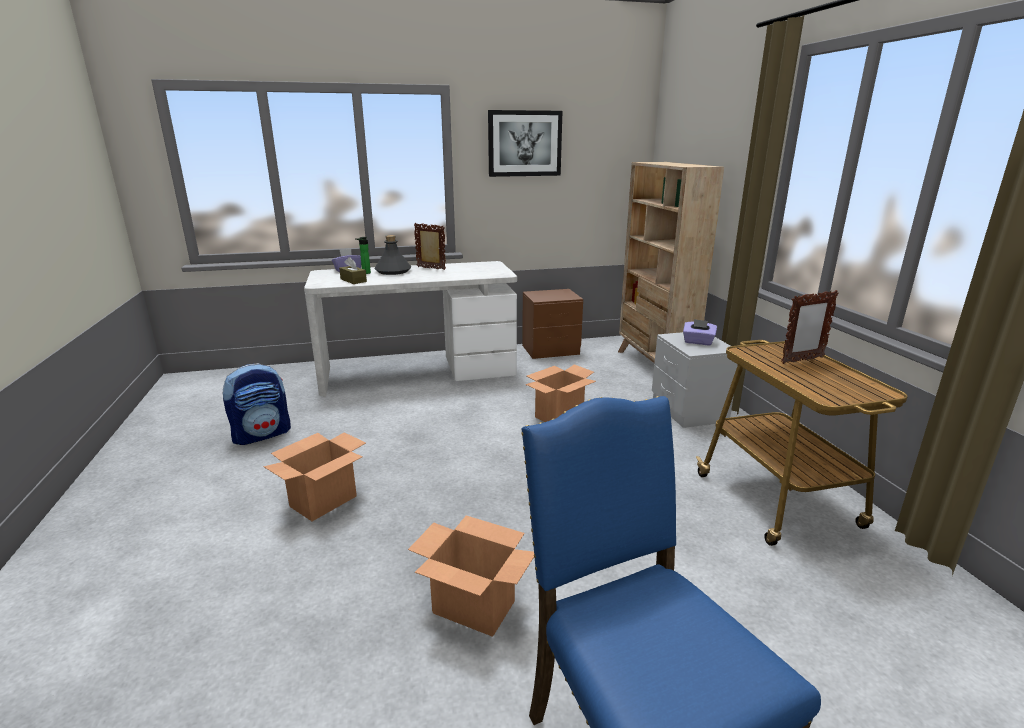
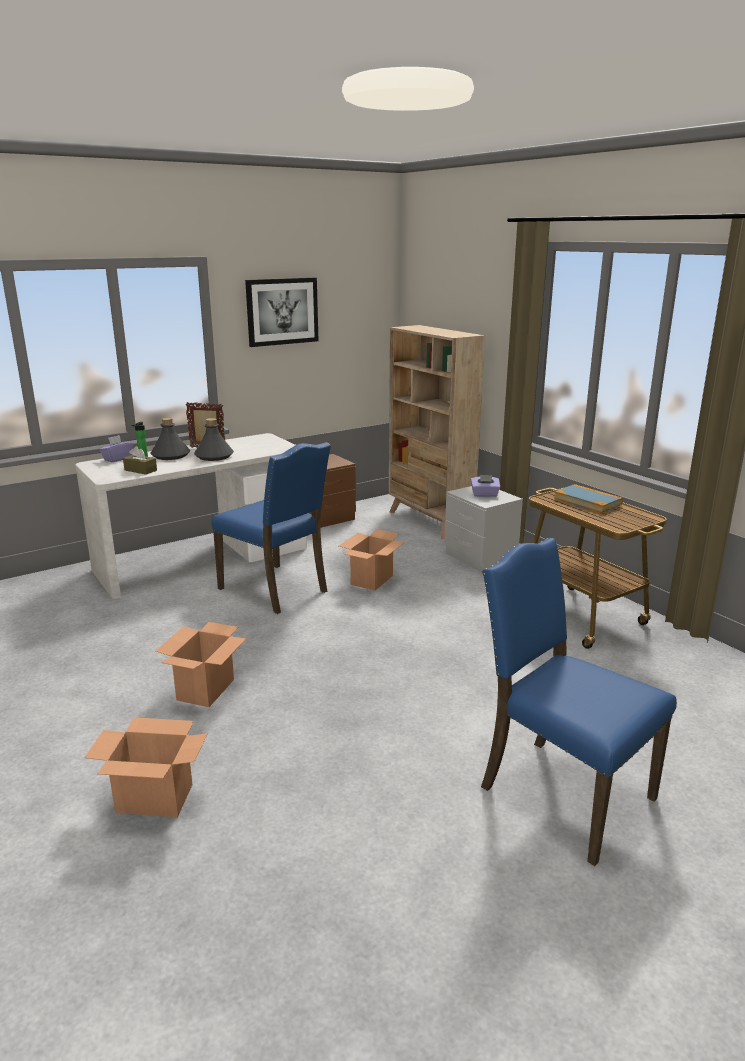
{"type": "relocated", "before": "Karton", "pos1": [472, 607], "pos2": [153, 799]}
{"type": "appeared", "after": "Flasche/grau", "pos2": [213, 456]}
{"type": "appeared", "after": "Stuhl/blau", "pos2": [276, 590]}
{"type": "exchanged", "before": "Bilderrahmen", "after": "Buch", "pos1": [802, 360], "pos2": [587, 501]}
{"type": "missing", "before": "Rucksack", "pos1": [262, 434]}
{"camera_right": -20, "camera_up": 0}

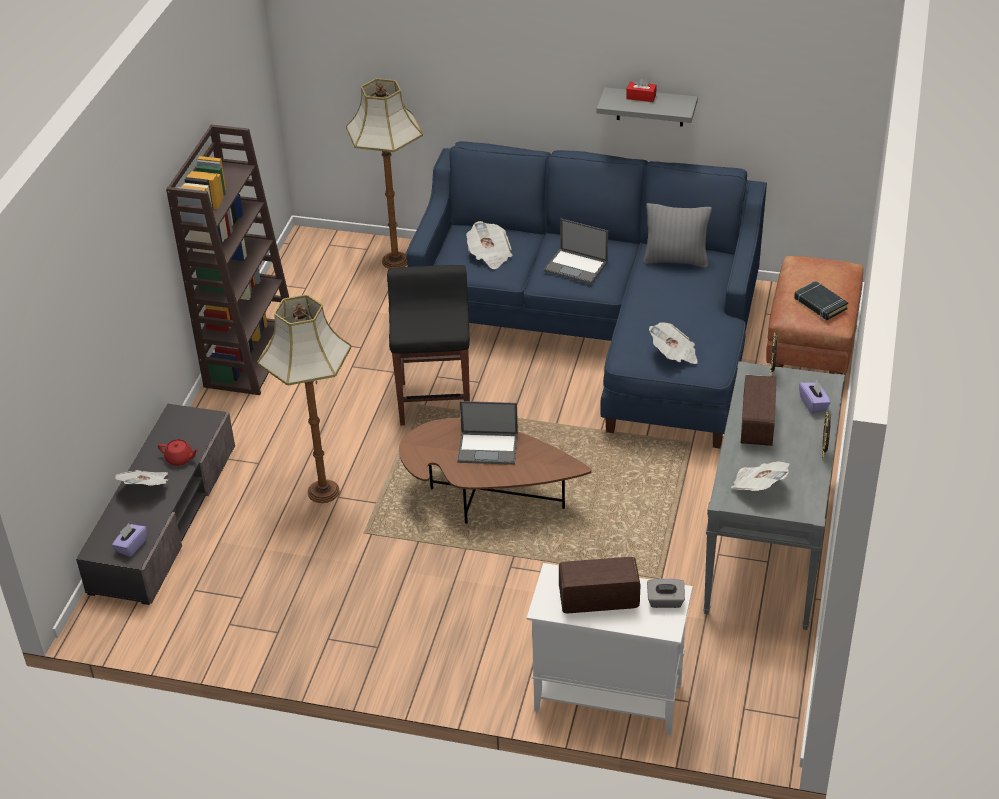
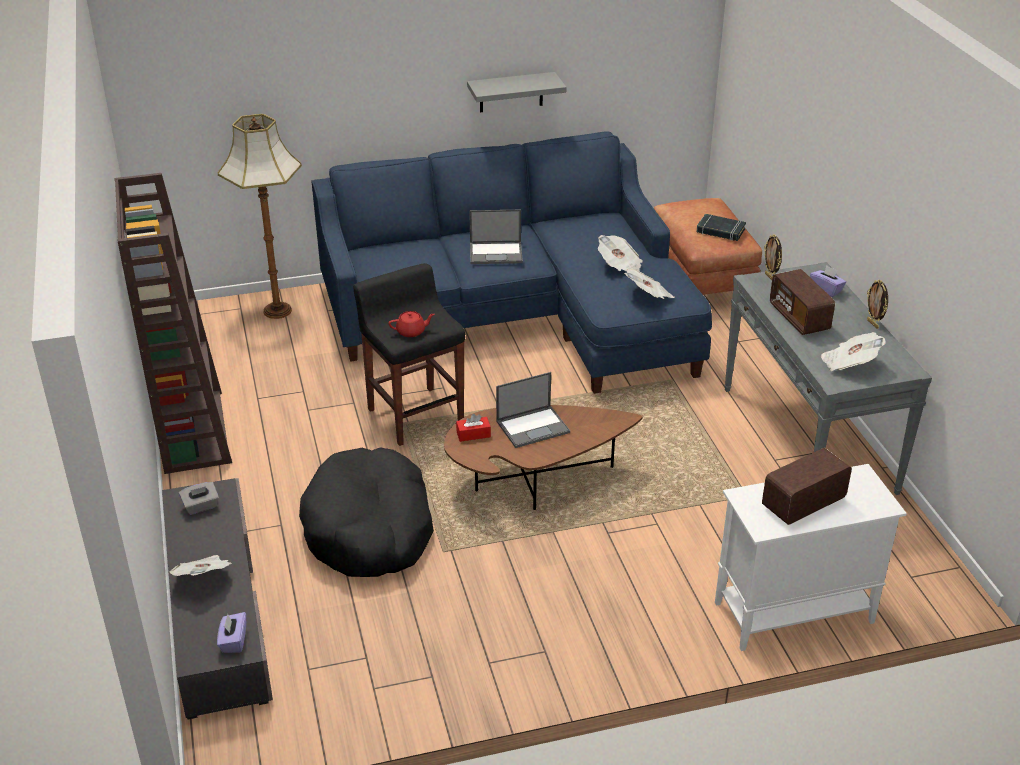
{"type": "relocated", "before": "Taschentuchbox/grau", "pos1": [665, 601], "pos2": [201, 506]}
{"type": "exchanged", "before": "Stehlampe", "after": "Hundebett/schwarz", "pos1": [322, 492], "pos2": [369, 529]}
{"type": "relocated", "before": "Teekanne/rot", "pos1": [180, 459], "pos2": [411, 332]}
{"type": "relocated", "before": "Taschentuchbox/rot", "pos1": [641, 97], "pos2": [473, 434]}
{"type": "relocated", "before": "Zeitung", "pos1": [489, 255], "pos2": [620, 266]}
{"type": "missing", "before": "Kissen/grau", "pos1": [676, 260]}
{"camera_right": -30, "camera_up": -5}

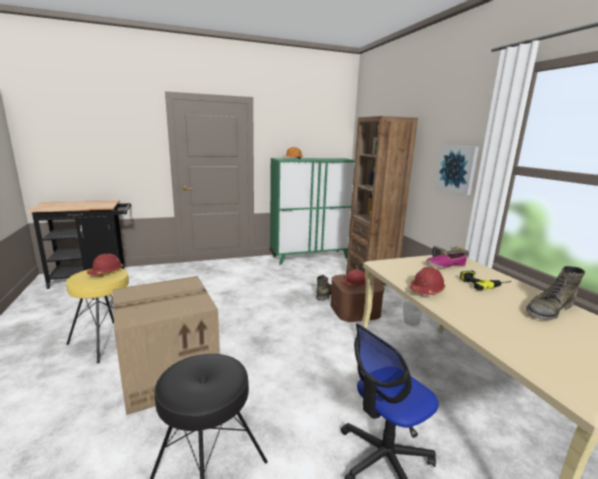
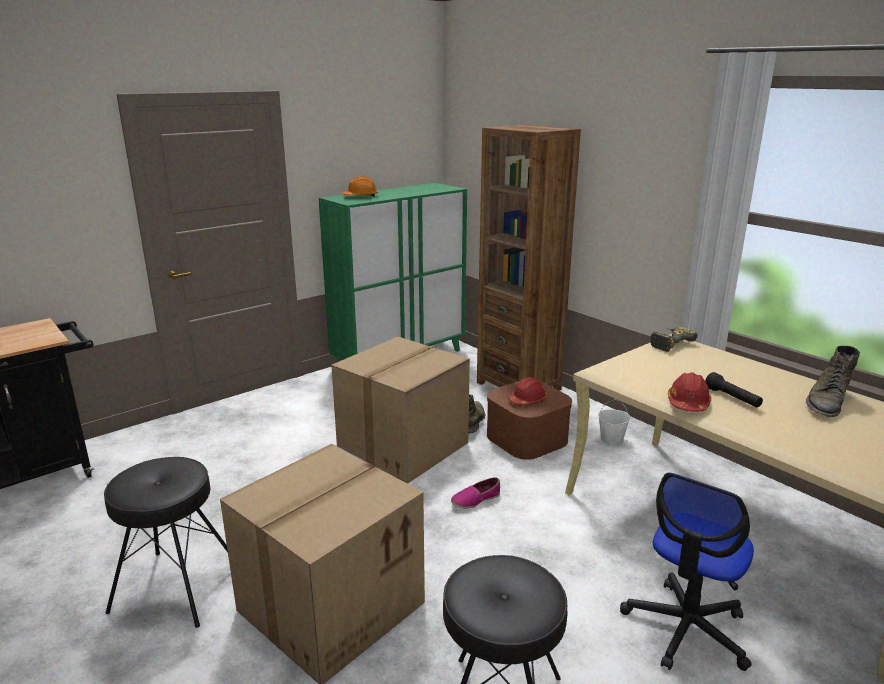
{"type": "colour", "before": "Hocker/gelb", "after": "Hocker/schwarz", "pos1": [107, 340], "pos2": [176, 586]}
{"type": "appeared", "after": "Karton", "pos2": [403, 447]}
{"type": "relocated", "before": "Schuh", "pos1": [445, 265], "pos2": [475, 500]}
{"type": "appeared", "after": "Taschenlampe/schwarz", "pos2": [732, 398]}
{"type": "missing", "before": "Schutzhelm/rot", "pos1": [106, 272]}
{"type": "missing", "before": "Bild", "pos1": [457, 168]}
{"type": "missing", "before": "Bohrmaschine", "pos1": [483, 283]}
{"camera_right": -20, "camera_up": 5}

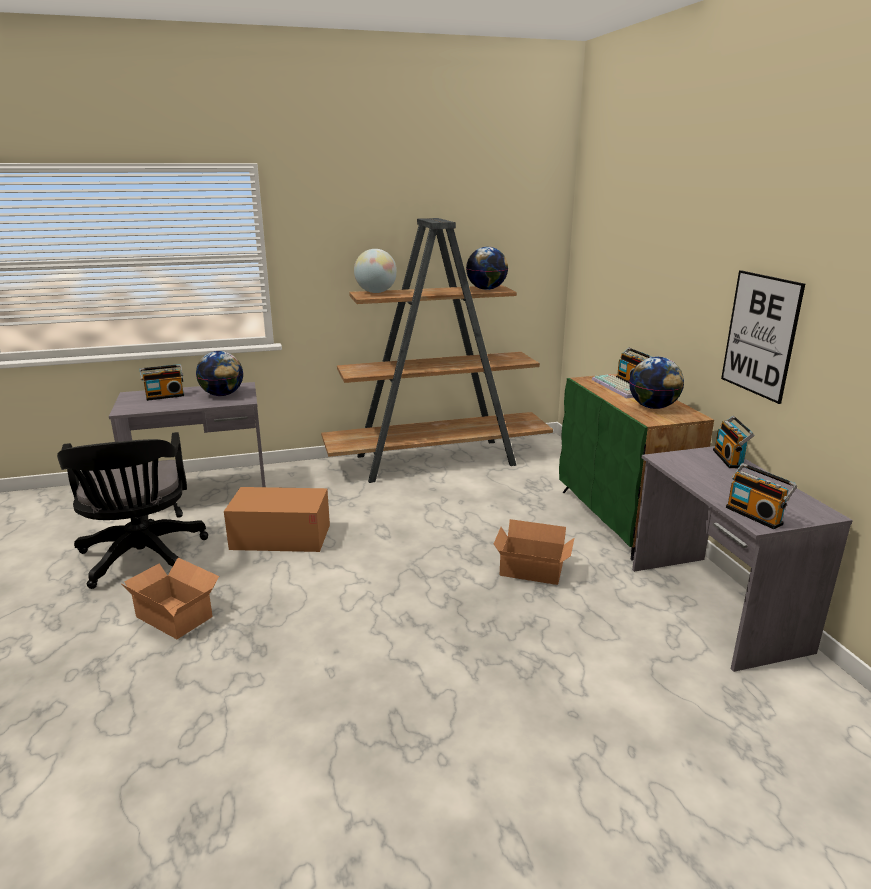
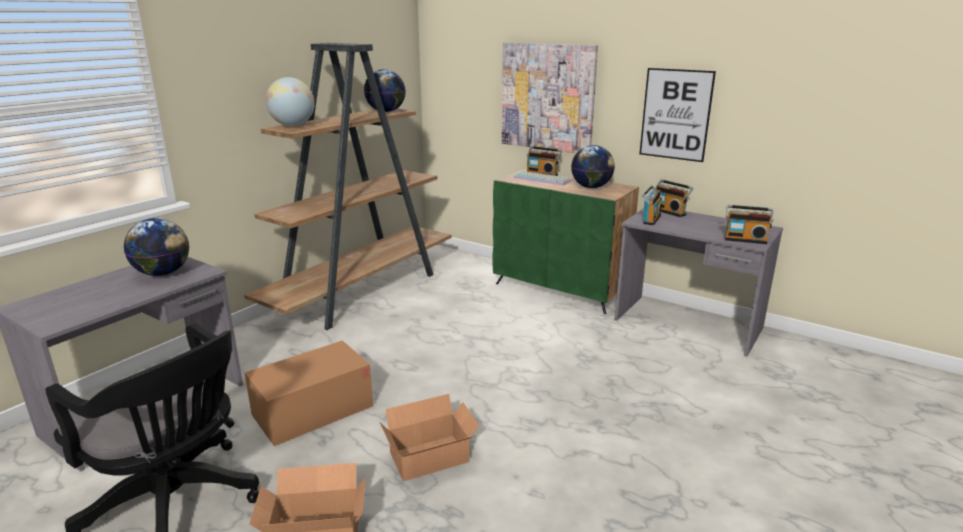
{"type": "relocated", "before": "Karton", "pos1": [532, 571], "pos2": [432, 458]}
{"type": "appeared", "after": "Bild", "pos2": [548, 97]}
{"type": "relocated", "before": "Radio", "pos1": [165, 396], "pos2": [650, 219]}
{"camera_right": -40, "camera_up": 0}

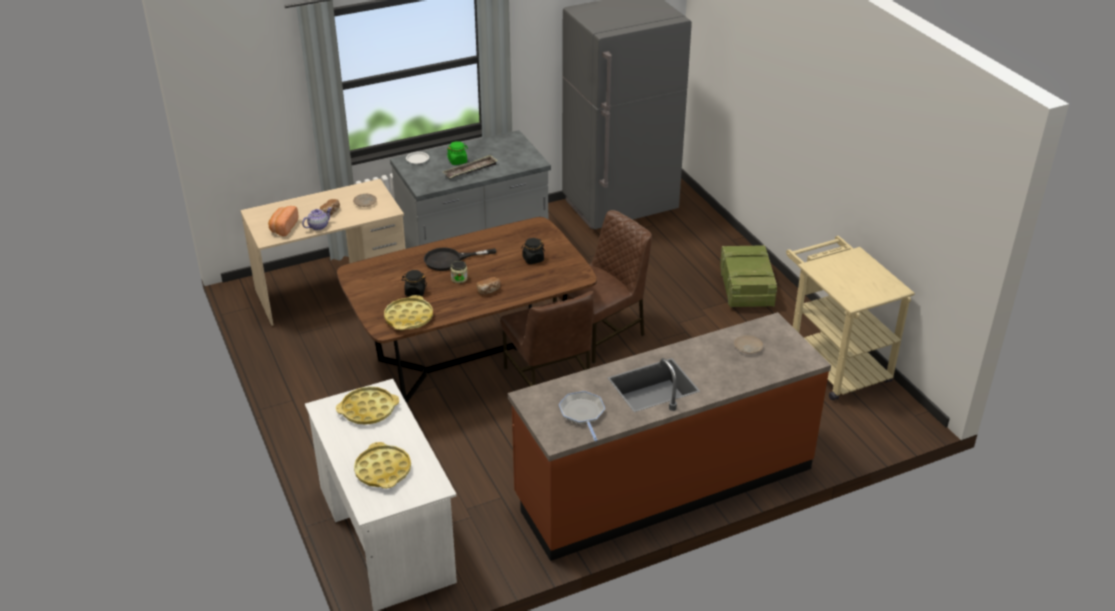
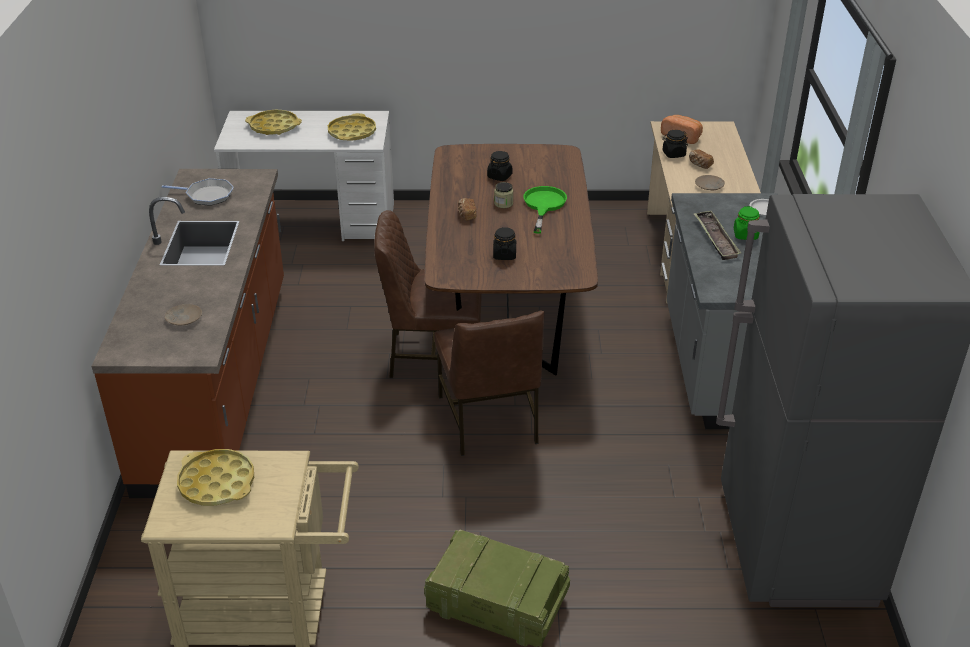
{"type": "relocated", "before": "Tablett/gelb", "pos1": [409, 317], "pos2": [217, 483]}
{"type": "colour", "before": "Pfanne/schwarz", "after": "Pfanne/grün", "pos1": [450, 260], "pos2": [543, 205]}
{"type": "exchanged", "before": "Teekanne", "after": "Vorratsglas/schwarz", "pos1": [318, 226], "pos2": [673, 154]}
{"camera_right": 115, "camera_up": 0}

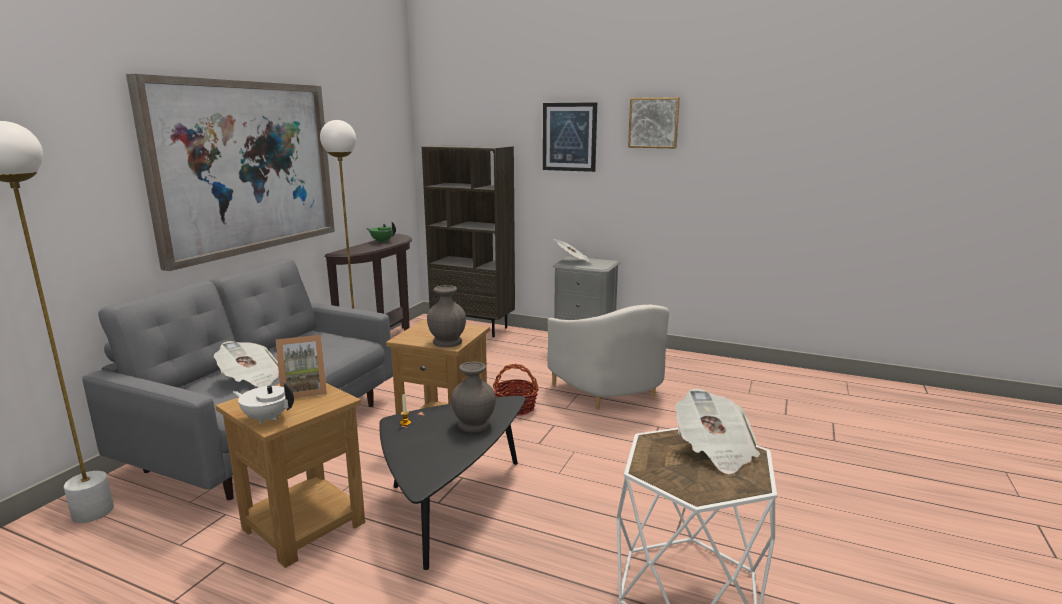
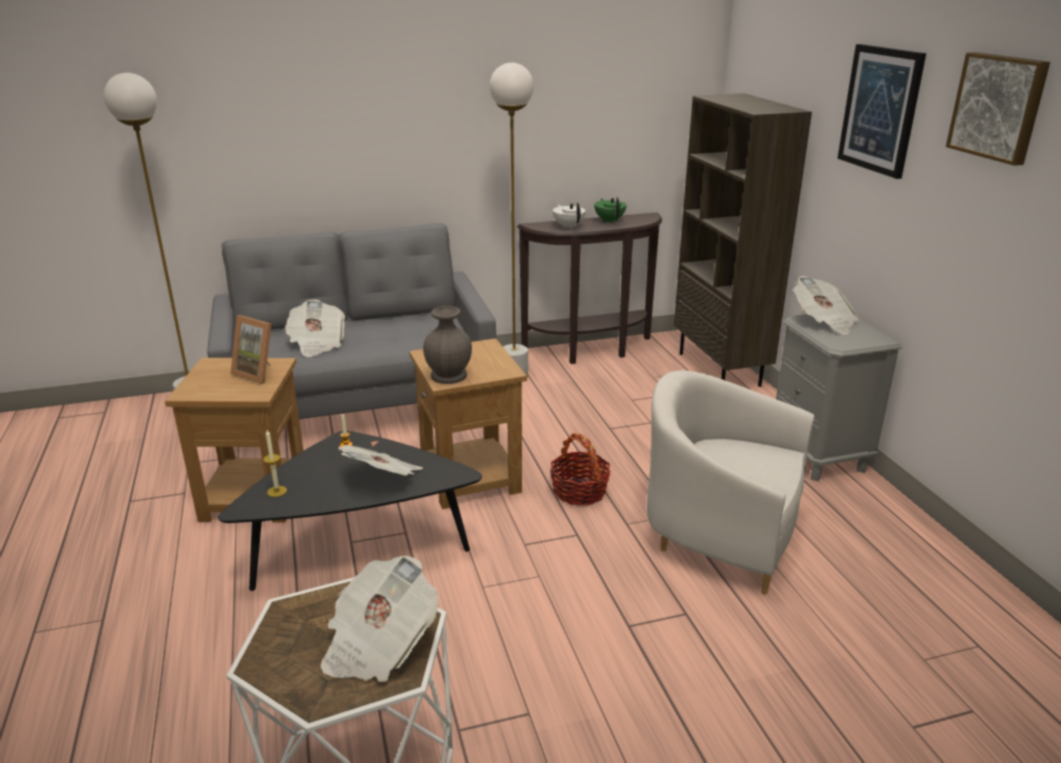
{"type": "appeared", "after": "Kerze", "pos2": [277, 491]}
{"type": "exchanged", "before": "Vase/grau", "after": "Zeitung", "pos1": [473, 424], "pos2": [383, 478]}
{"type": "relocated", "before": "Teekanne/weiß", "pos1": [267, 418], "pos2": [568, 226]}
{"type": "spun", "before": "Sessel/weiß", "pos1": [610, 391], "pos2": [721, 534], "turn": 90}
{"type": "missing", "before": "Bild", "pos1": [245, 167]}
{"camera_right": 50, "camera_up": 10}

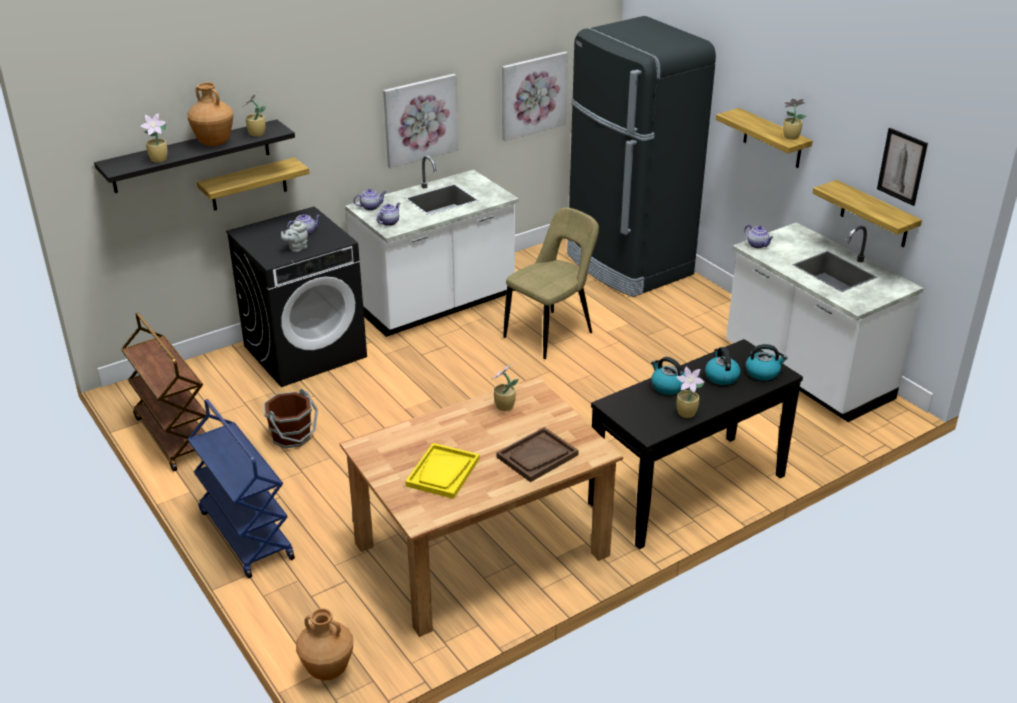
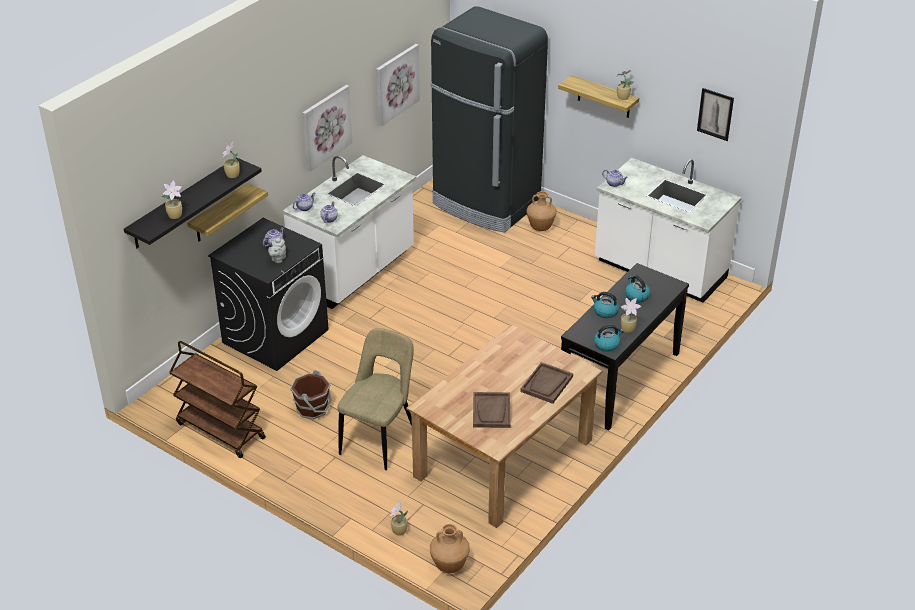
{"type": "relocated", "before": "Stuhl/beige", "pos1": [551, 333], "pos2": [380, 439]}
{"type": "relocated", "before": "Topfpflanze", "pos1": [503, 407], "pos2": [399, 531]}
{"type": "colour", "before": "Tablett/gelb", "after": "Tablett/braun", "pos1": [443, 472], "pos2": [491, 411]}
{"type": "relocated", "before": "Vase/braun", "pos1": [214, 143], "pos2": [540, 228]}
{"type": "relocated", "before": "Wasserkessel", "pos1": [763, 372], "pos2": [607, 344]}
{"type": "missing", "before": "Rollwagen/blau", "pos1": [245, 534]}
{"type": "missing", "before": "Wandregal", "pos1": [875, 215]}
{"camera_right": -20, "camera_up": 5}

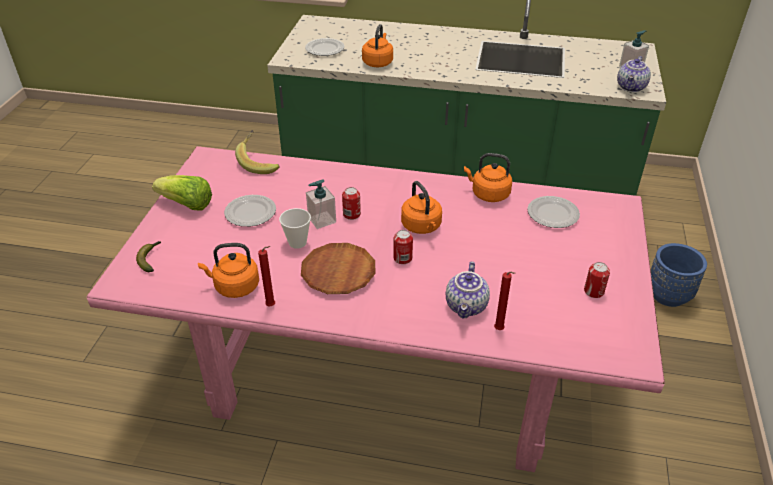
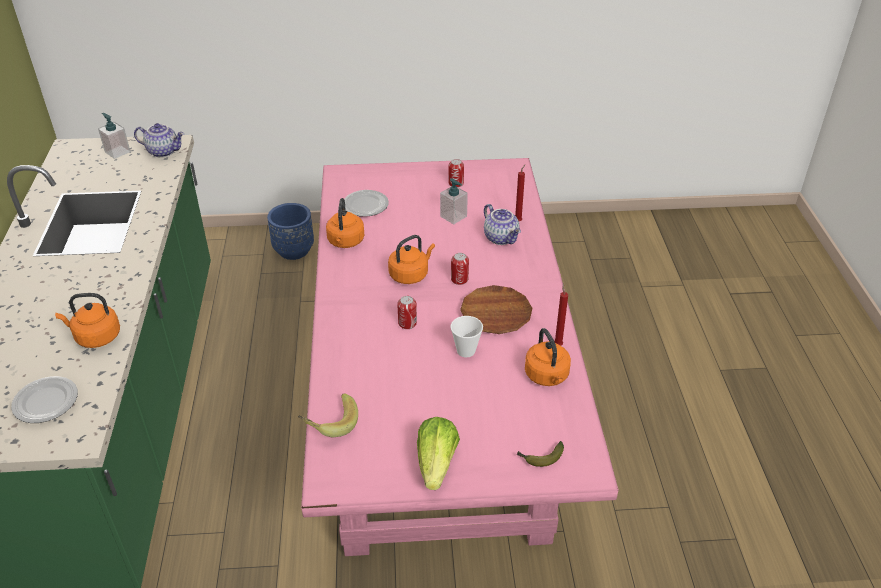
{"type": "relocated", "before": "Seifenspender", "pos1": [321, 220], "pos2": [453, 216]}
{"type": "spun", "before": "Teekanne", "pos1": [467, 306], "pos2": [502, 238], "turn": 60}
{"type": "missing", "before": "Teller", "pos1": [251, 213]}
{"camera_right": -105, "camera_up": 0}

